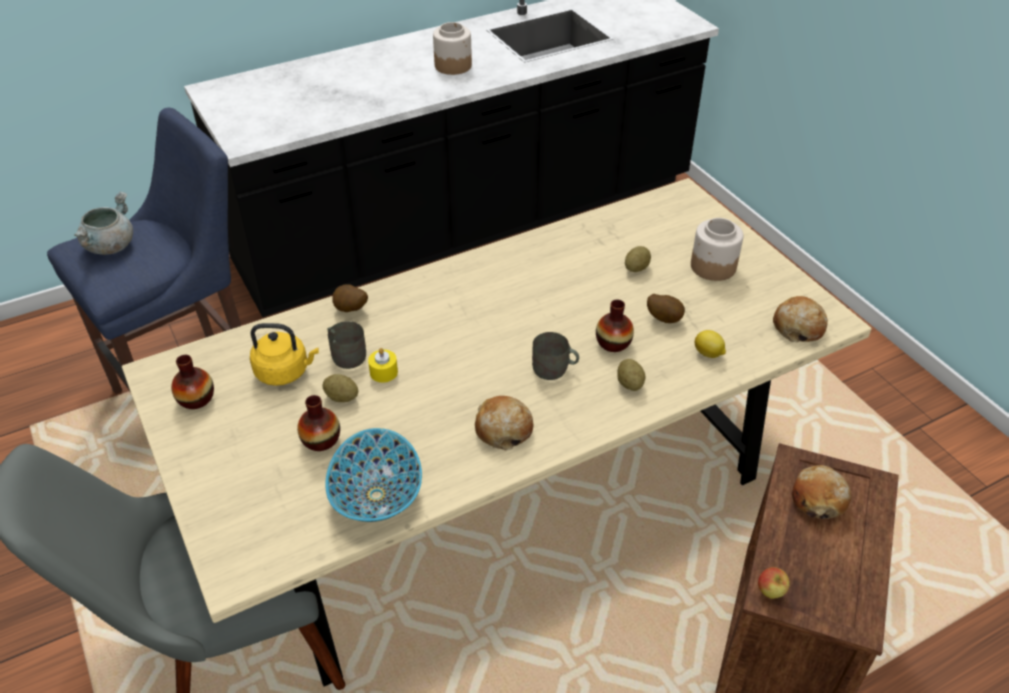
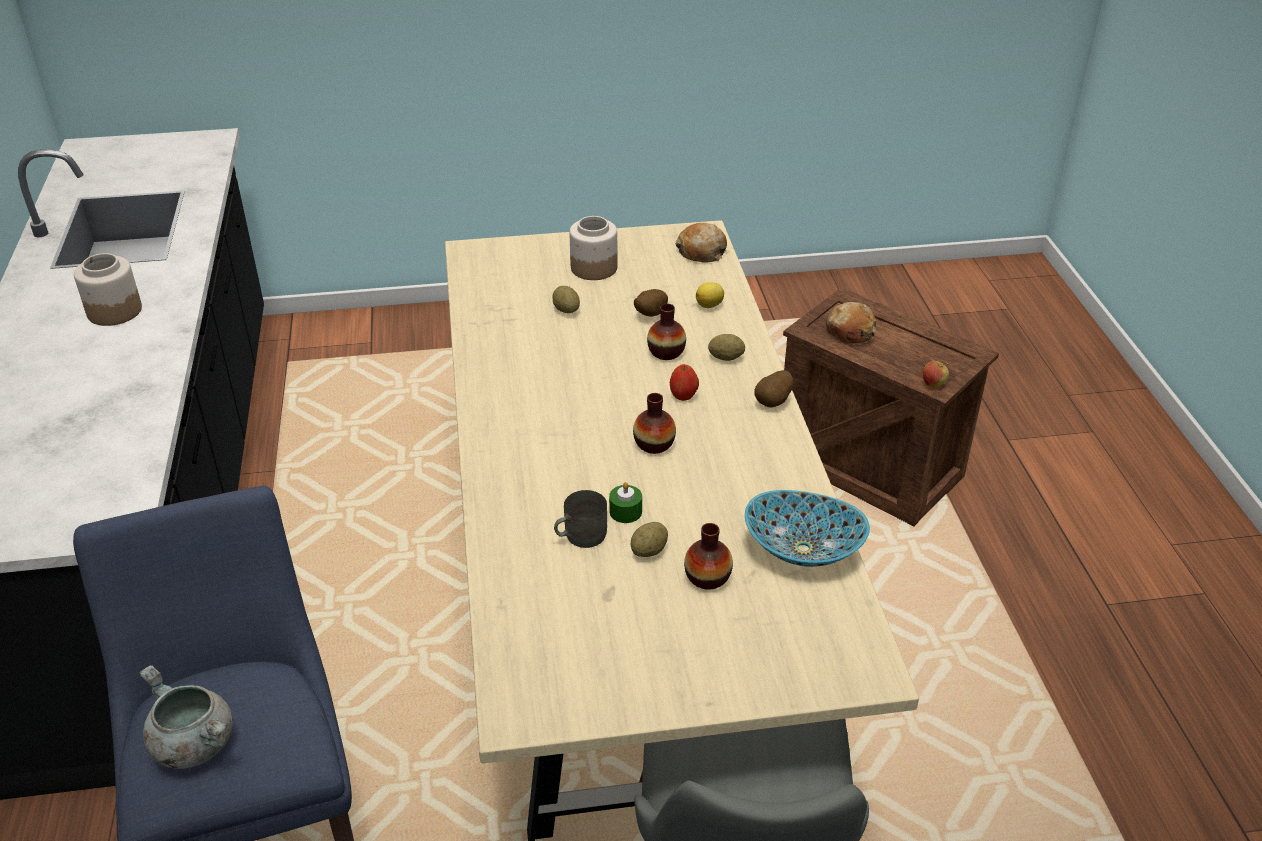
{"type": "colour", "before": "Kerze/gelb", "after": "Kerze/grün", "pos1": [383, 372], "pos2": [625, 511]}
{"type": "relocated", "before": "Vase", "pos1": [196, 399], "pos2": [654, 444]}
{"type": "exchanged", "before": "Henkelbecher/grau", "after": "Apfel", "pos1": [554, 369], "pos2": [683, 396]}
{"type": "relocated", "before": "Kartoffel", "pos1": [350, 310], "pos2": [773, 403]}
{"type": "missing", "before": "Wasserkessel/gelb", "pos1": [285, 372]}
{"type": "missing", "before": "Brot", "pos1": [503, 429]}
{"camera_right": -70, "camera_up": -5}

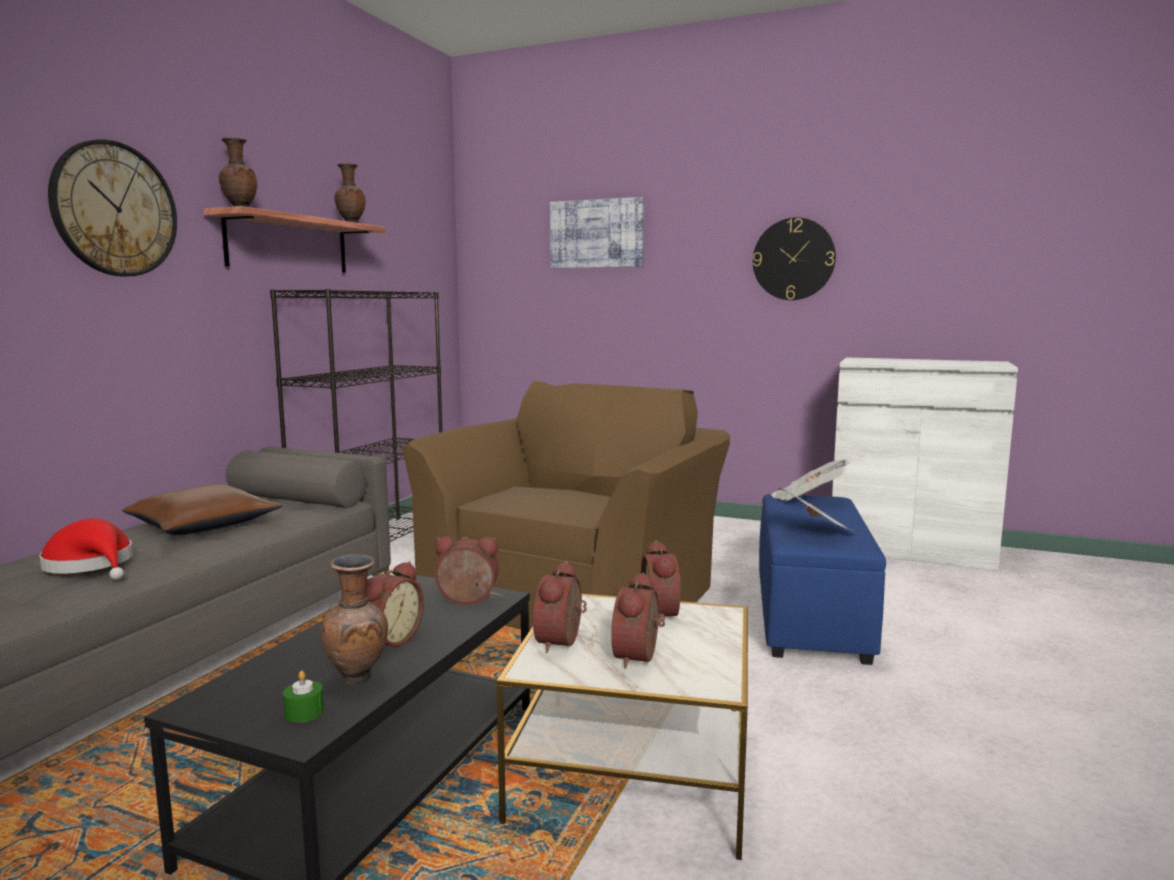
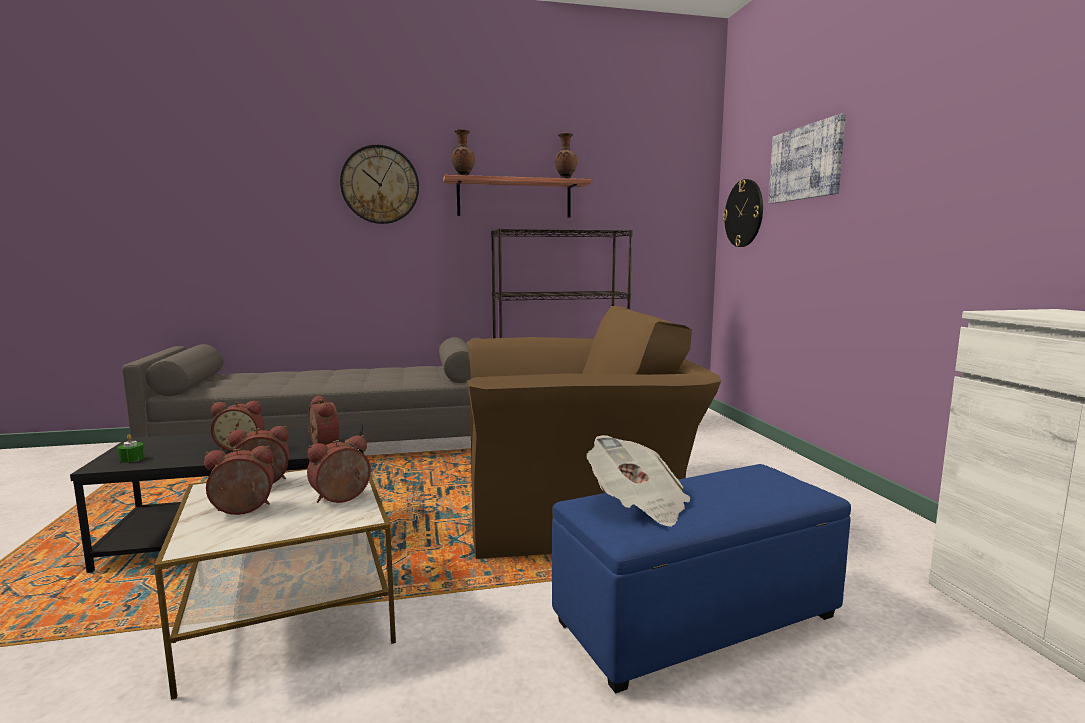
{"type": "relocated", "before": "Wanduhr", "pos1": [793, 259], "pos2": [744, 213]}
{"type": "missing", "before": "Hut/rot", "pos1": [92, 565]}
{"type": "missing", "before": "Kissen/braun", "pos1": [204, 525]}
{"type": "missing", "before": "Vase/braun", "pos1": [358, 678]}
{"type": "missing", "before": "Zeitung", "pos1": [807, 499]}
{"camera_right": 55, "camera_up": 0}

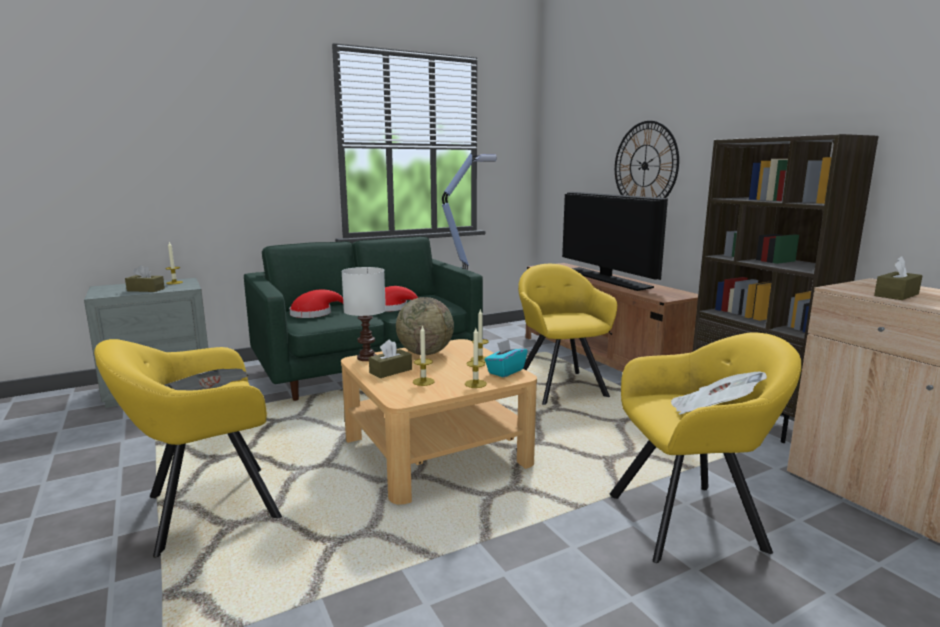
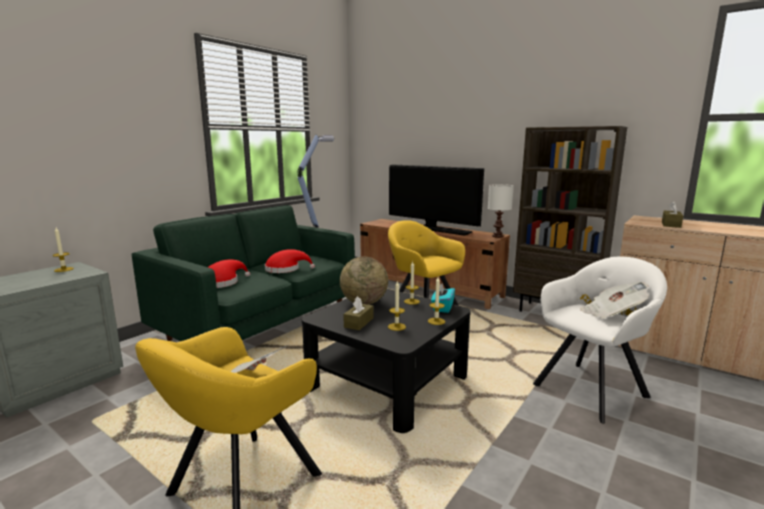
{"type": "colour", "before": "Couchtisch/beige", "after": "Couchtisch/schwarz", "pos1": [436, 451], "pos2": [387, 381]}
{"type": "relocated", "before": "Tischlampe/weiß", "pos1": [366, 358], "pos2": [497, 236]}
{"type": "colour", "before": "Sessel/gelb", "after": "Sessel/weiß", "pos1": [692, 520], "pos2": [593, 389]}
{"type": "missing", "before": "Taschentuchbox/braun", "pos1": [146, 290]}
{"type": "missing", "before": "Wanduhr", "pos1": [645, 165]}
{"camera_right": -25, "camera_up": 0}

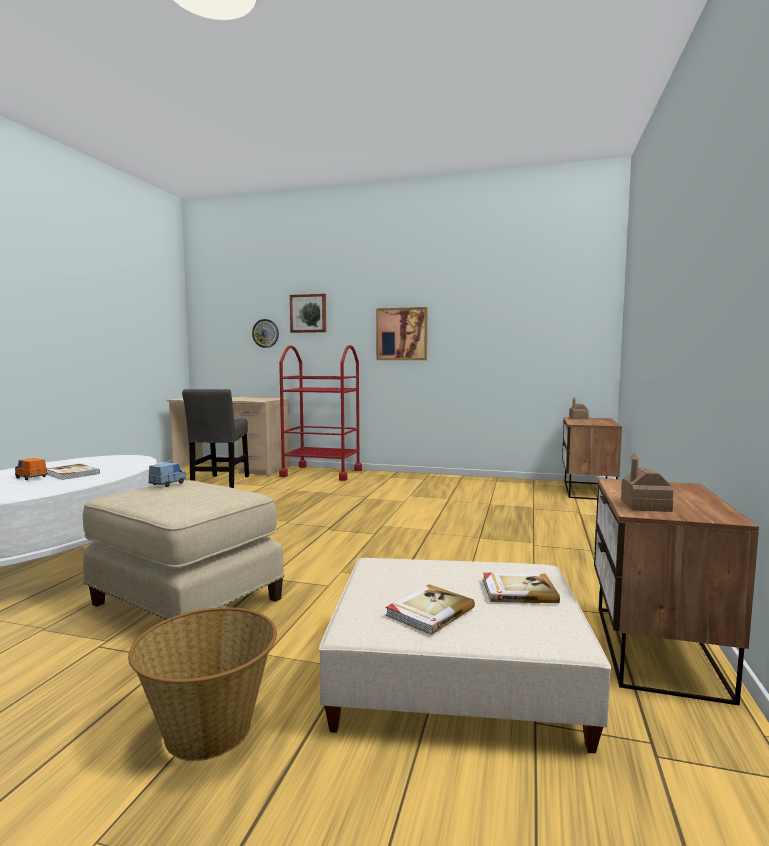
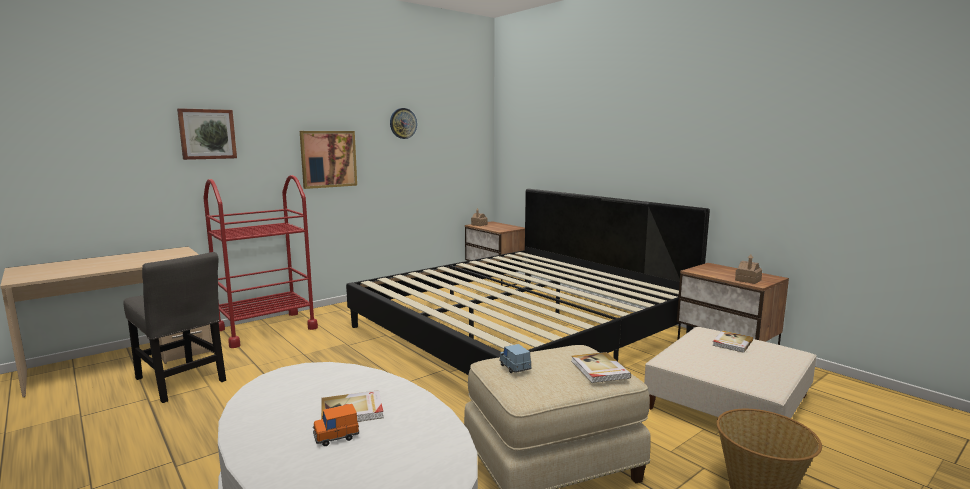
{"type": "appeared", "after": "Bett", "pos2": [520, 330]}
{"type": "relocated", "before": "Wanduhr", "pos1": [265, 333], "pos2": [403, 123]}
{"type": "relocated", "before": "Buch", "pos1": [429, 611], "pos2": [599, 370]}
{"camera_right": -55, "camera_up": 5}

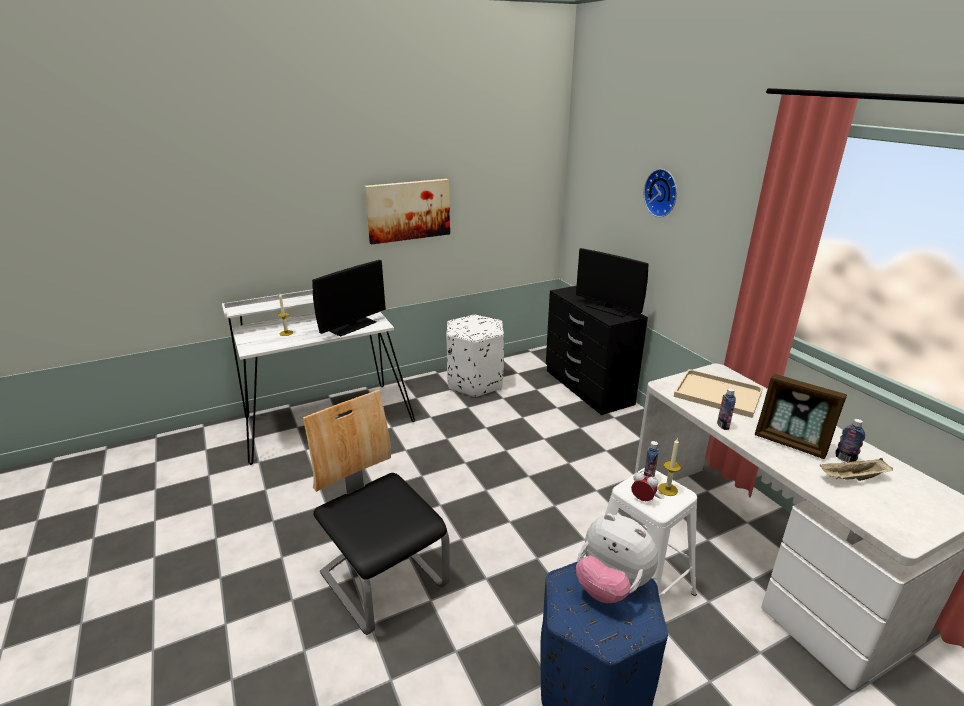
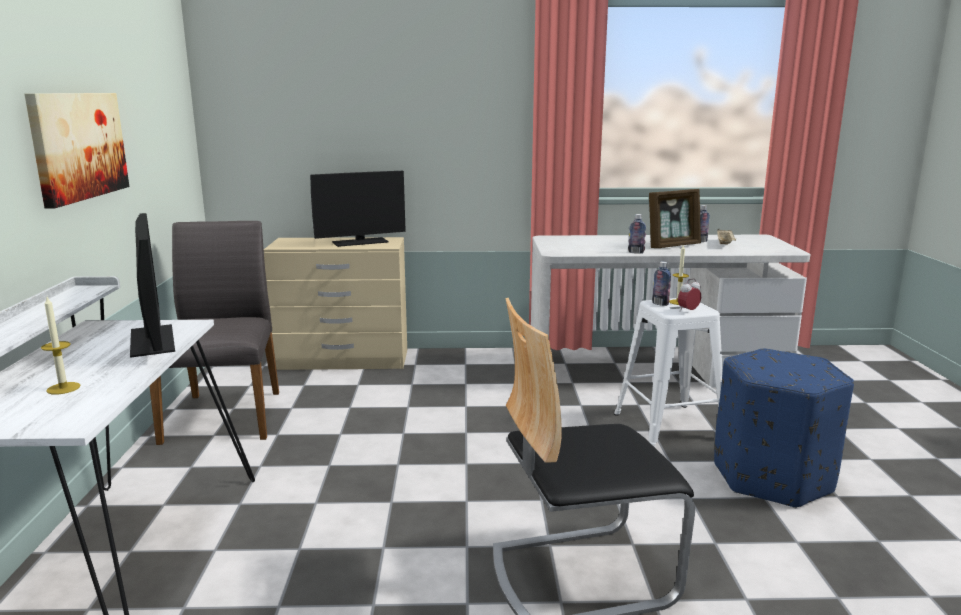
{"type": "exchanged", "before": "Polsterhocker/weiß", "after": "Stuhl/grau", "pos1": [475, 382], "pos2": [225, 415]}
{"type": "colour", "before": "Kommode/schwarz", "after": "Kommode/beige", "pos1": [587, 387], "pos2": [343, 360]}
{"type": "missing", "before": "Plüschtier", "pos1": [611, 586]}
{"type": "missing", "before": "Wanduhr", "pos1": [662, 192]}
{"type": "missing", "before": "Tablett/beige", "pos1": [716, 394]}
{"camera_right": -65, "camera_up": -10}

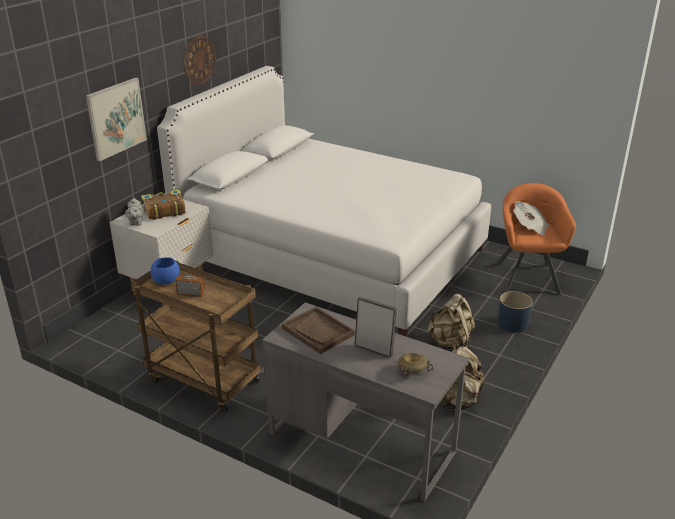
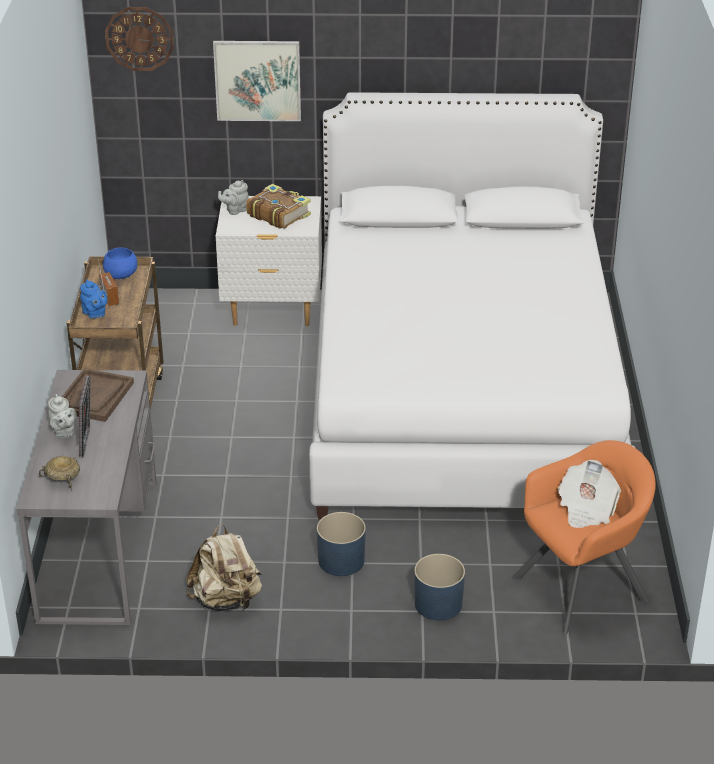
{"type": "appeared", "after": "Teekanne/grau", "pos2": [63, 432]}
{"type": "appeared", "after": "Teekanne/blau", "pos2": [95, 314]}
{"type": "relocated", "before": "Wanduhr", "pos1": [199, 60], "pos2": [139, 38]}
{"type": "exchanged", "before": "Rucksack/beige", "after": "Pflanzkübel/blau", "pos1": [450, 344], "pos2": [341, 561]}
{"camera_right": 60, "camera_up": 5}

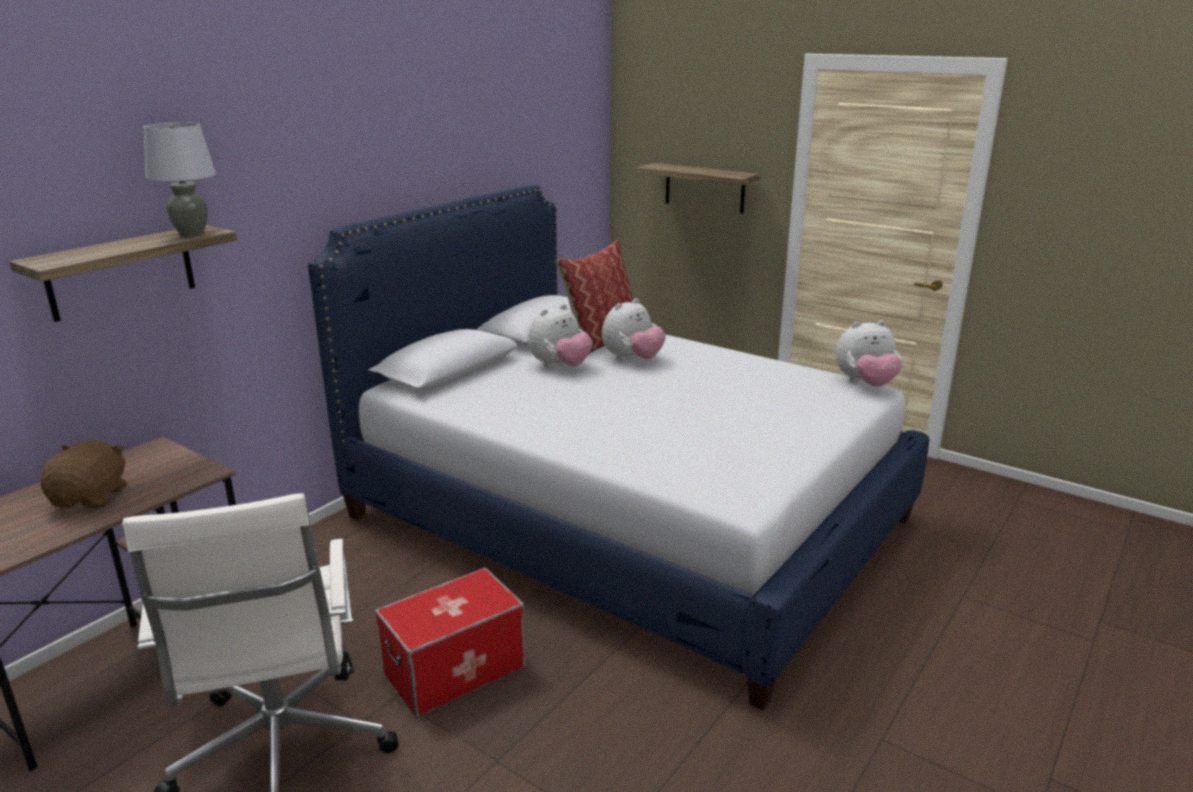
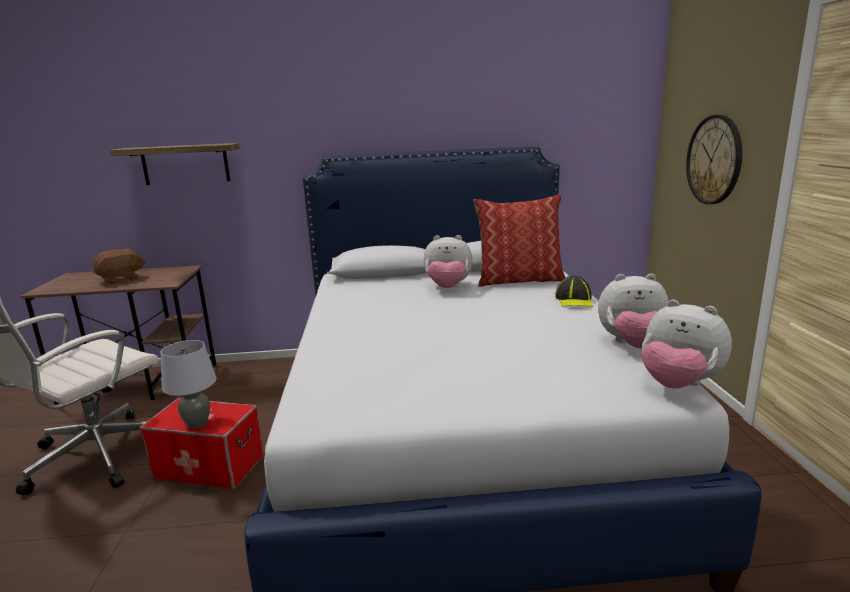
{"type": "relocated", "before": "Tischlampe/grau", "pos1": [191, 234], "pos2": [197, 424]}
{"type": "appeared", "after": "Kappe", "pos2": [574, 300]}
{"type": "relocated", "before": "Plüschtier", "pos1": [632, 359], "pos2": [632, 345]}
{"type": "exchanged", "before": "Wandregal", "after": "Wanduhr", "pos1": [704, 188], "pos2": [714, 160]}
{"camera_right": 50, "camera_up": -5}

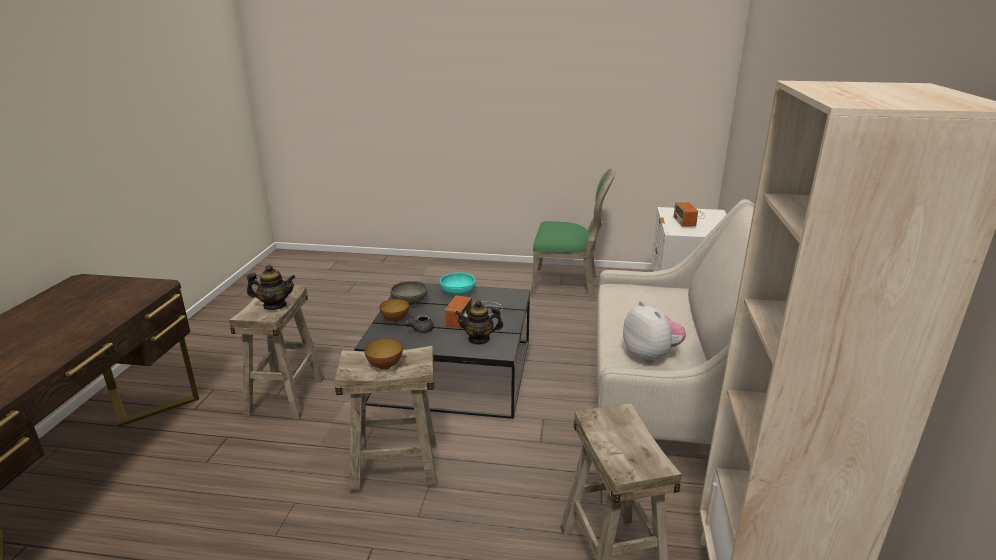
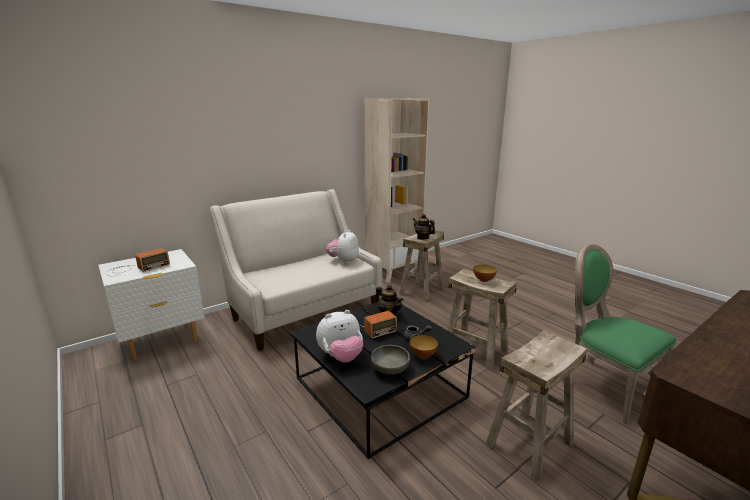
{"type": "exchanged", "before": "Schüssel/türkis", "after": "Plüschtier", "pos1": [458, 292], "pos2": [341, 357]}
{"type": "relocated", "before": "Teekanne", "pos1": [275, 305], "pos2": [423, 237]}
{"type": "relocated", "before": "Stuhl/grün", "pos1": [567, 284], "pos2": [604, 385]}
{"camera_right": -135, "camera_up": -5}

